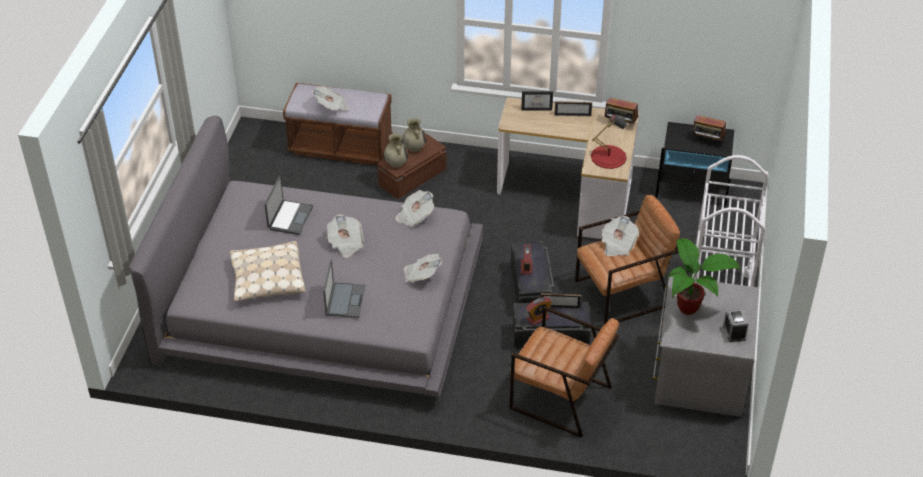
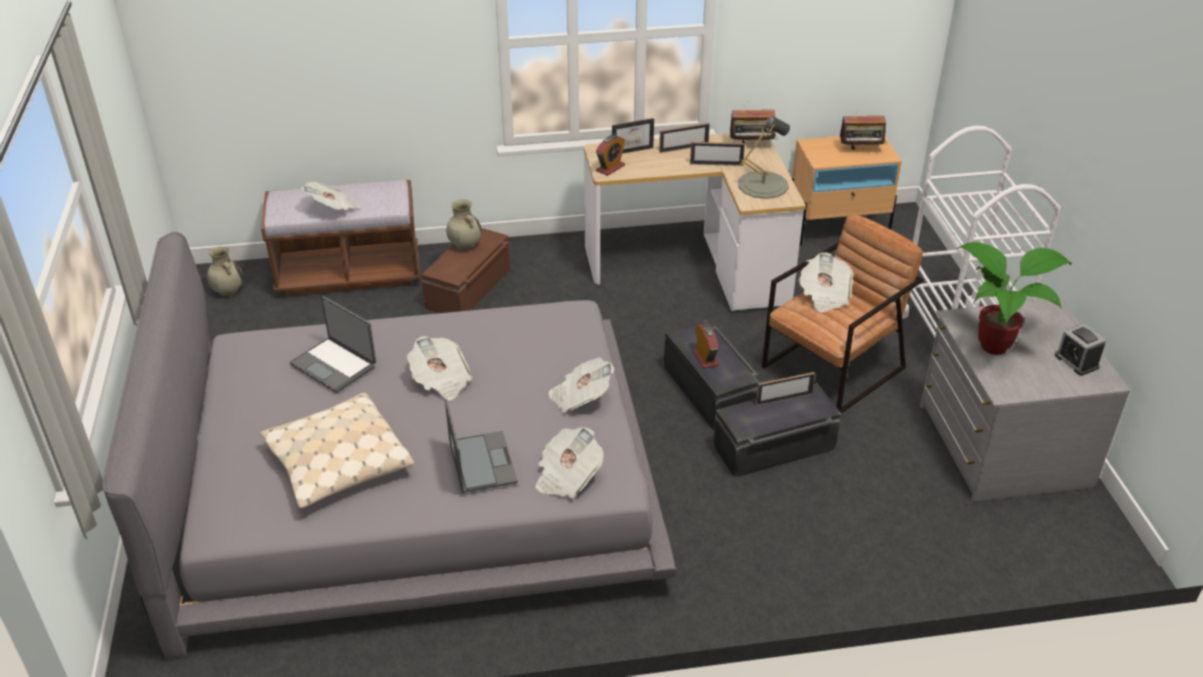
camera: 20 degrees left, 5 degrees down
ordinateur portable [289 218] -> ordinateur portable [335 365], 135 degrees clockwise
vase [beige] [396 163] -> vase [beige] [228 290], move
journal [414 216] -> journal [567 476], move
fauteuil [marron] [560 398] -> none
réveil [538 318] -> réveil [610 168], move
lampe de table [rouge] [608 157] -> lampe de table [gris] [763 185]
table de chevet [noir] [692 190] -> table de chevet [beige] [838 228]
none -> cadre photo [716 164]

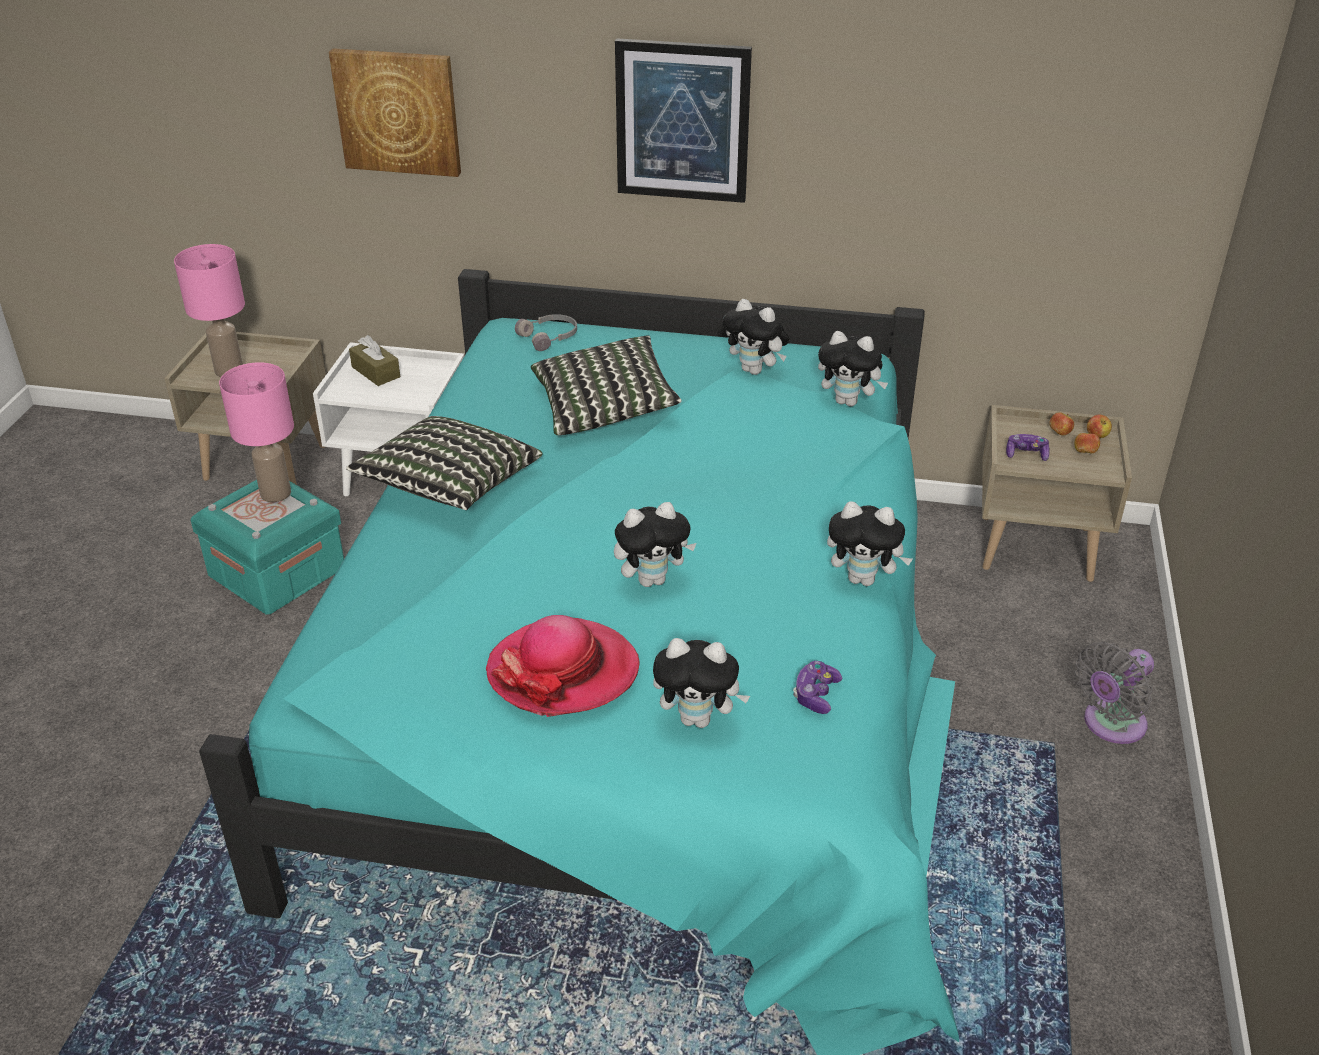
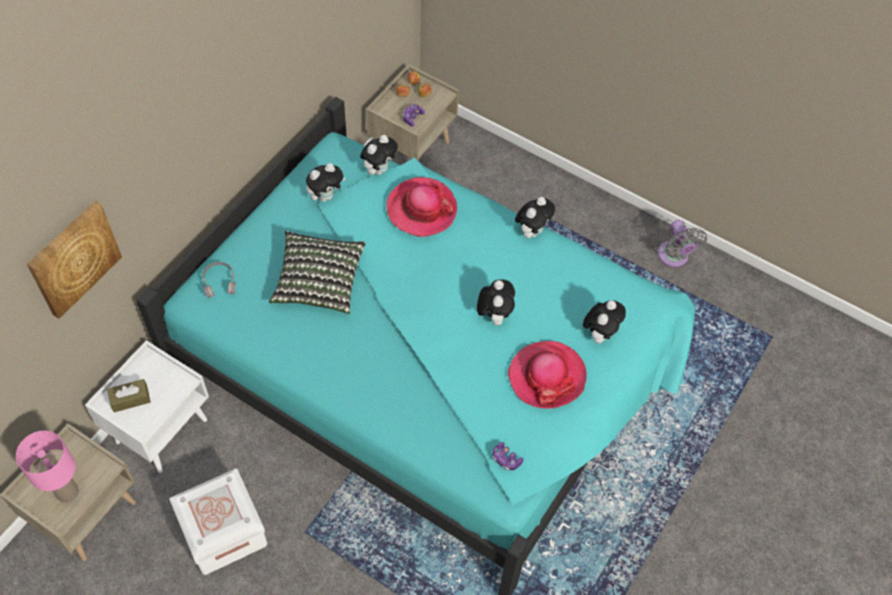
camera: 70 degrees left, 20 degrees up
boîte de rangement [turquoise] [277 572] -> boîte de rangement [blanc] [223 531]
lampe de table [rose] [274 493] -> none
coussin [449 486] -> none
tableau [682 121] -> none
manette [816 695] -> manette [506 459], move
ventilateur [gris] [1110 725] -> ventilateur [gris] [674 257], move
none -> chapeau [421 209]

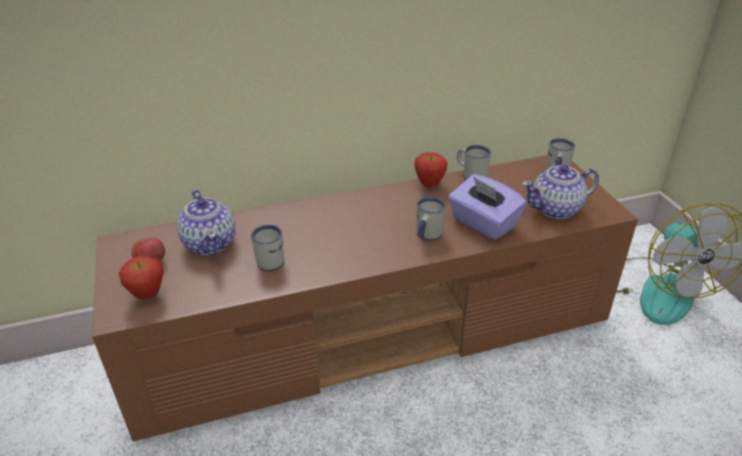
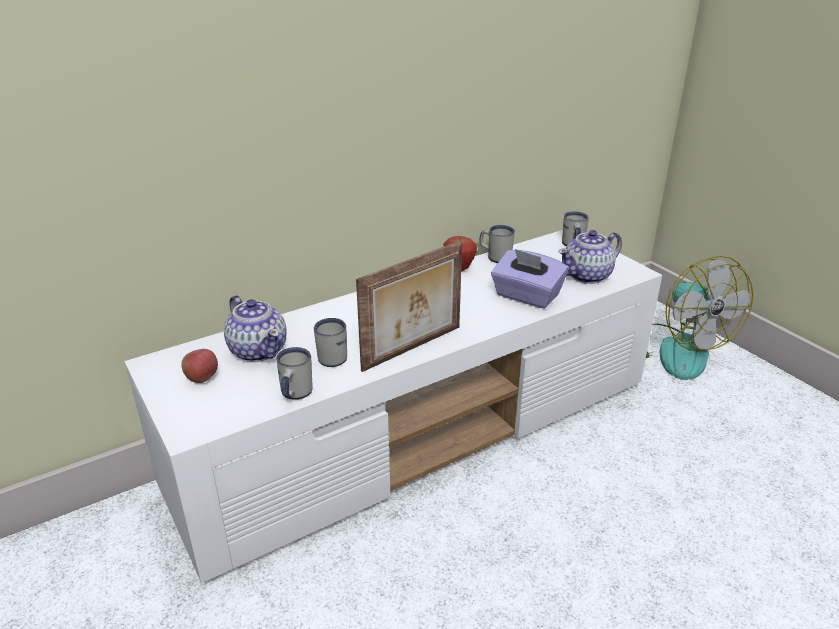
camera: 15 degrees left, 5 degrees down
meuble télé [marron] [374 333] -> meuble télé [blanc] [421 432]
pomme [148 295] -> none
mug [blanc] [427 236] -> mug [blanc] [294 394], move
none -> cadre photo [413 349]

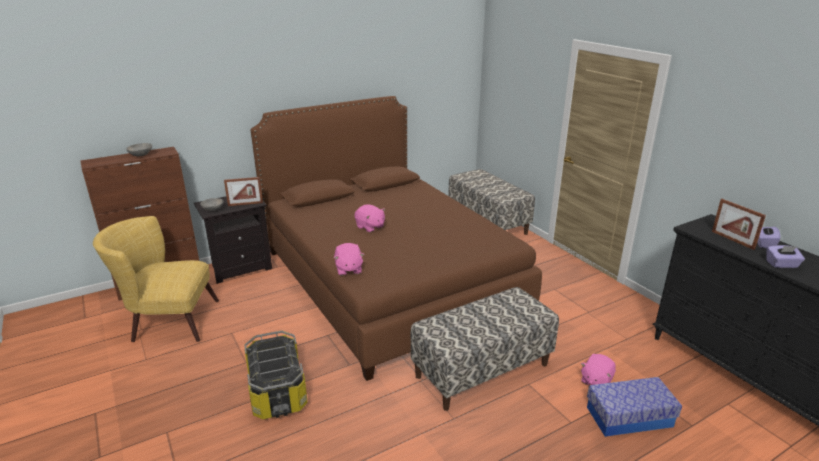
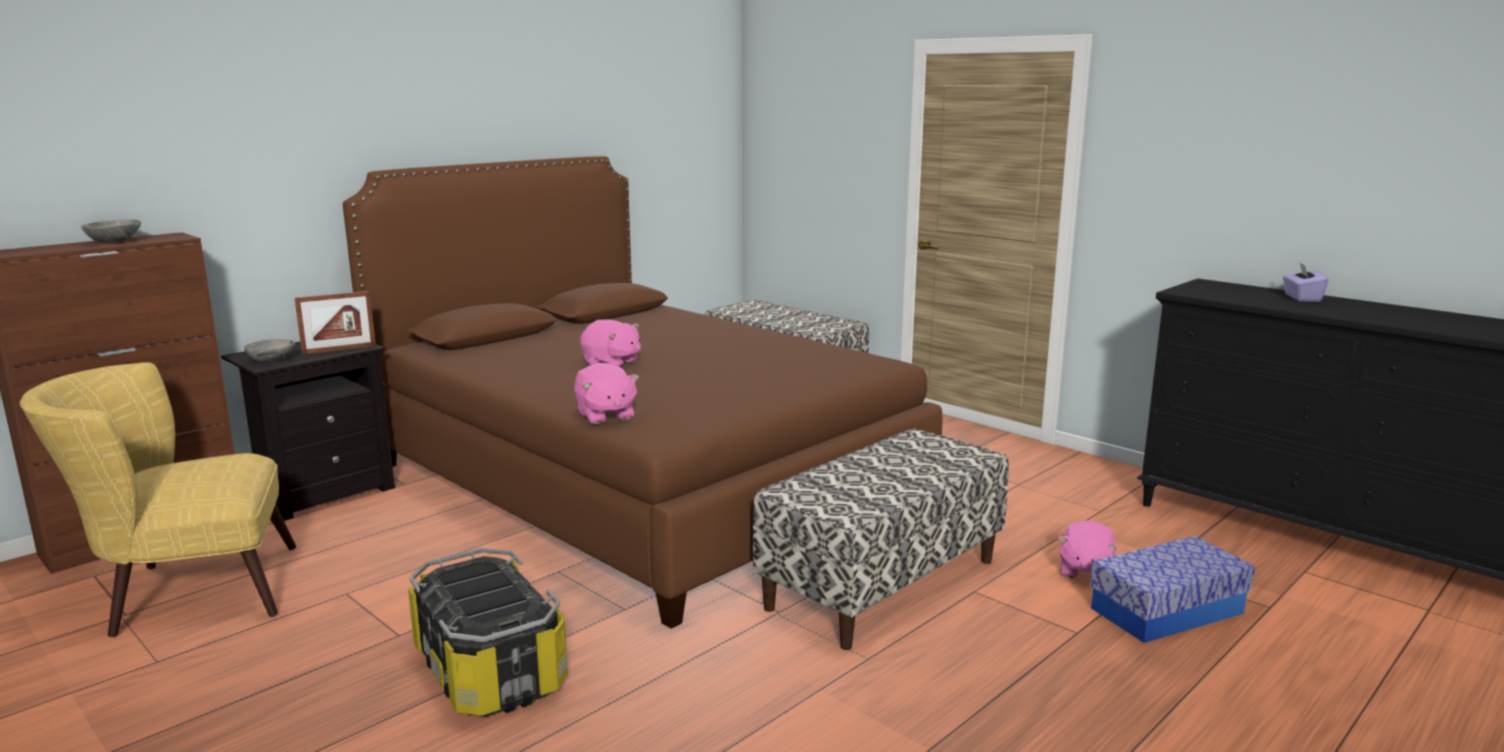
camera: 15 degrees left, 10 degrees down
cadre photo [732 240] -> none
boîte à mouchoirs [violet] [781 264] -> none

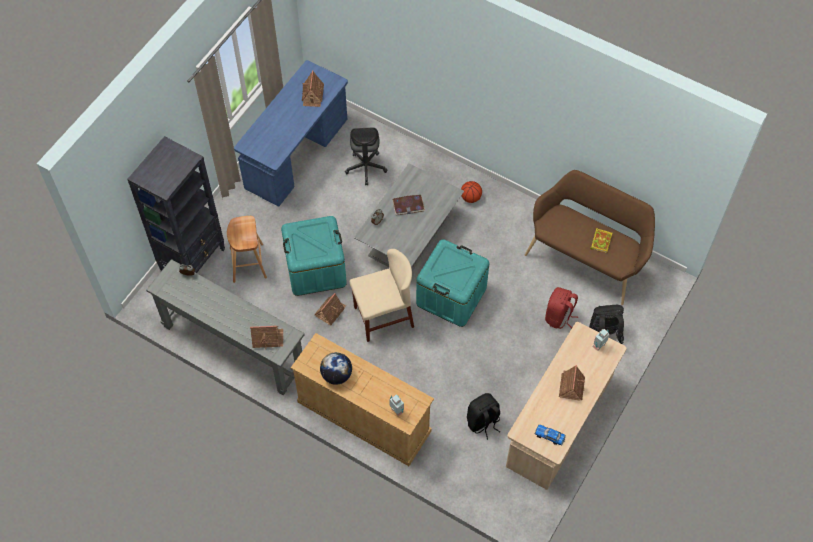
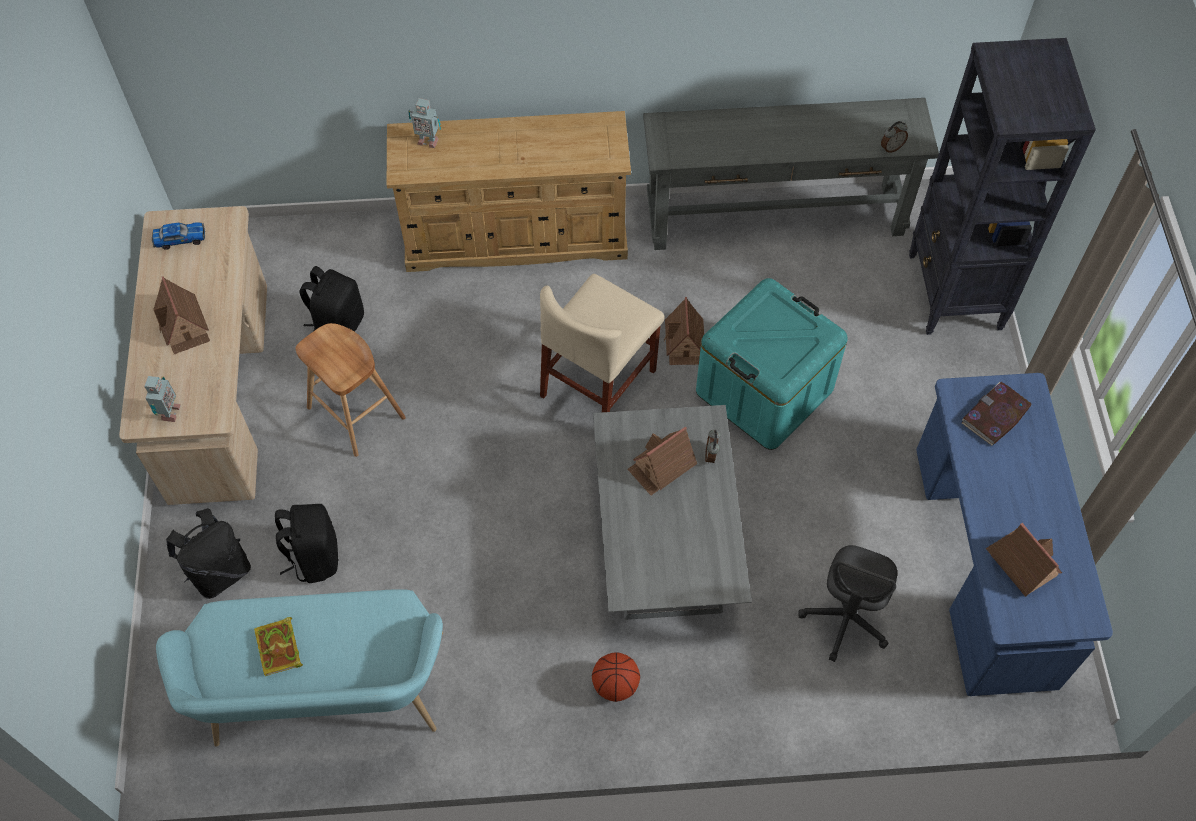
camera: 145 degrees right, 0 degrees up
tabouret [marron] [248 263] -> tabouret [marron] [355 412], move
maison miniature [267 338] -> maison miniature [661 466], move
globe [336 375] -> none
chaise de bureau [gris] [366 168] -> chaise de bureau [gris] [845 620], 120 degrees counterclockwise
livre [408 205] -> livre [995 415], move
boîte de rangement [turquoise] [451 296] -> none
banc [marron] [586 258] -> banc [turquoise] [326 699]
sac à dos [rouge] [559 317] -> sac à dos [noir] [314 556]

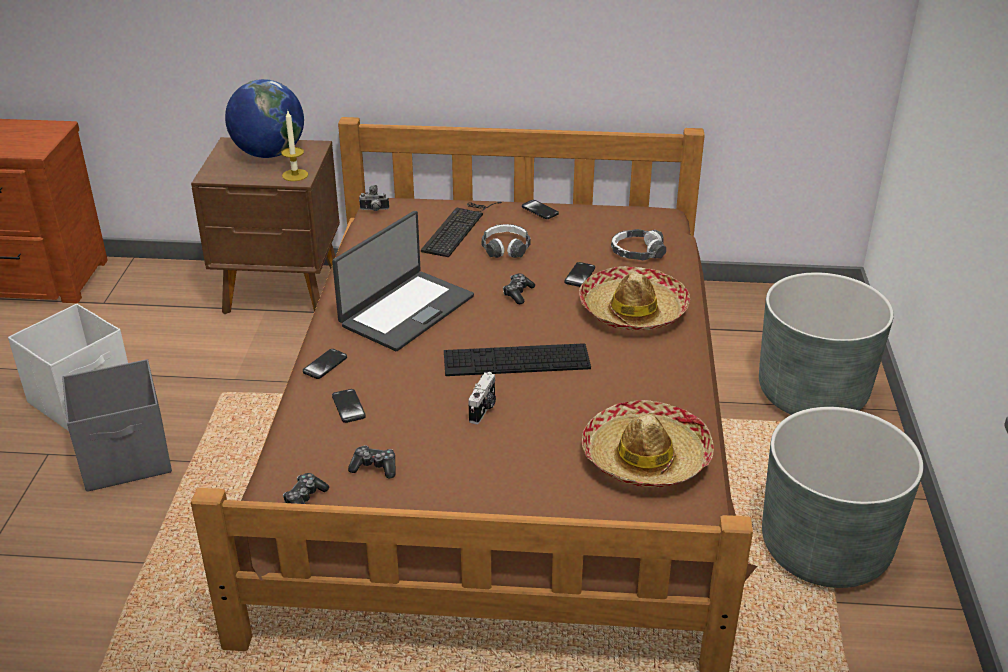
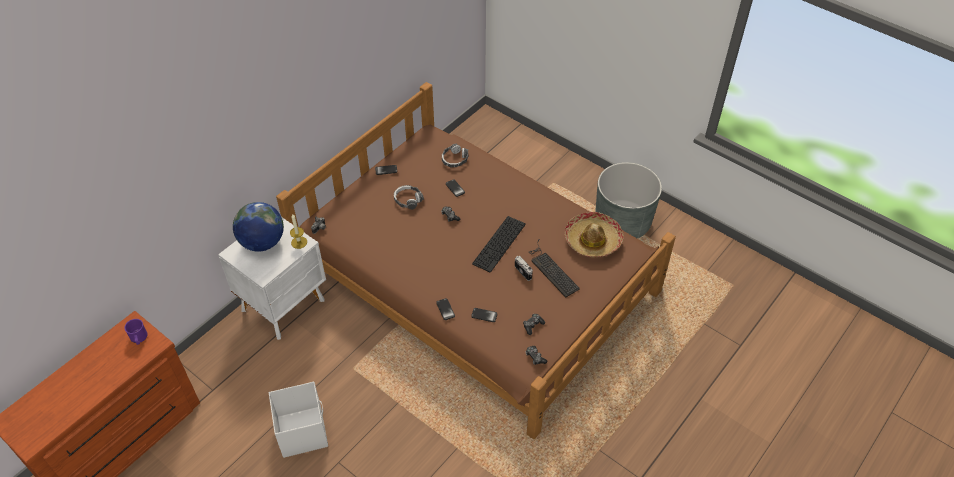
camera: 55 degrees left, 15 degrees up
boîte de rangement [gris] [127 458] -> none
table de chevet [marron] [283 293] -> table de chevet [blanc] [285 305]
ordinateur portable [405 310] -> none
clavier [459 227] -> clavier [551 269], move
chapeau [632 311] -> none
cache-pot [gris] [812 394] -> none
none -> mug [violet] [139 338]

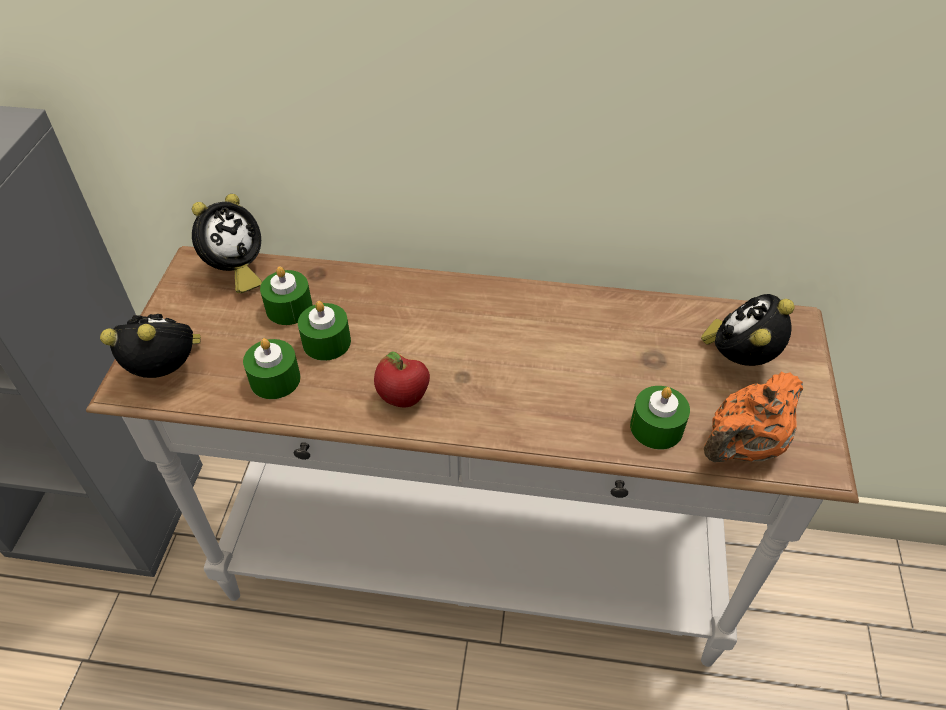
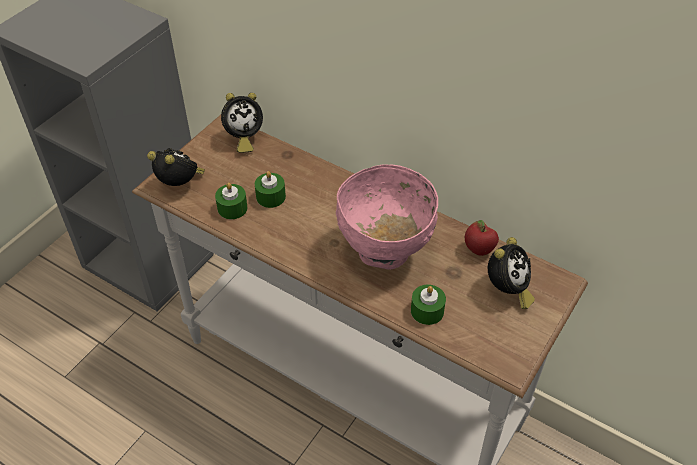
camera: 25 degrees right, 0 degrees up
bougie [vert] [289 308] -> none
pomme [402 399] -> pomme [478 250], move
réveil [738 358] -> réveil [507 291], 150 degrees clockwise
théière [orange] [743 446] -> none
none -> bol [rose] [385 252]

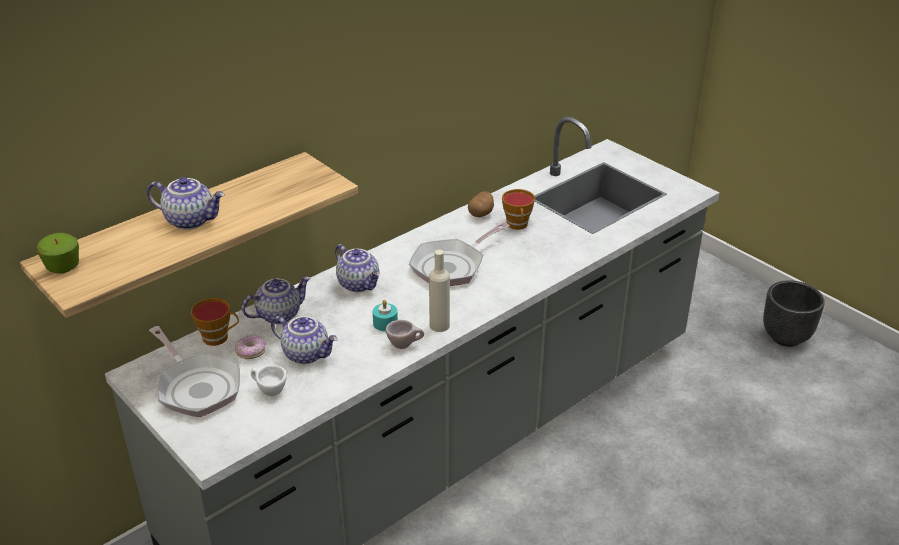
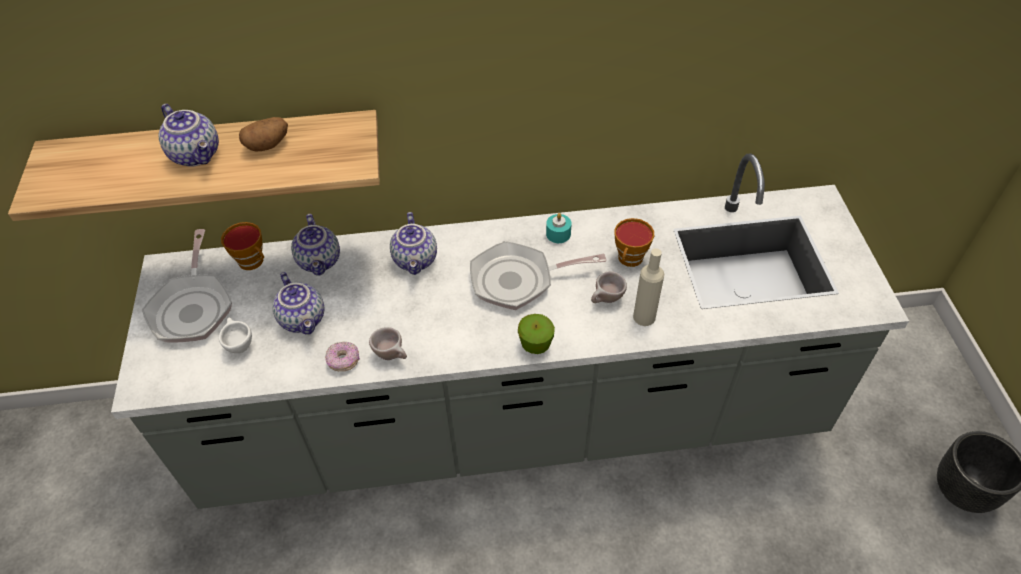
camera: 35 degrees right, 15 degrees up
pomme [63 267] -> pomme [535 343], move
beignet [251 353] -> beignet [343 361], move
théière [279 314] -> théière [320 261], 75 degrees clockwise
bougie [turquoise] [385 323] -> bougie [turquoise] [558 234], move
bouteille [beige] [439 325] -> bouteille [beige] [644 317], move
pomme de terre [481 213] -> pomme de terre [268 145], move
none -> tasse [beige] [606 300]

